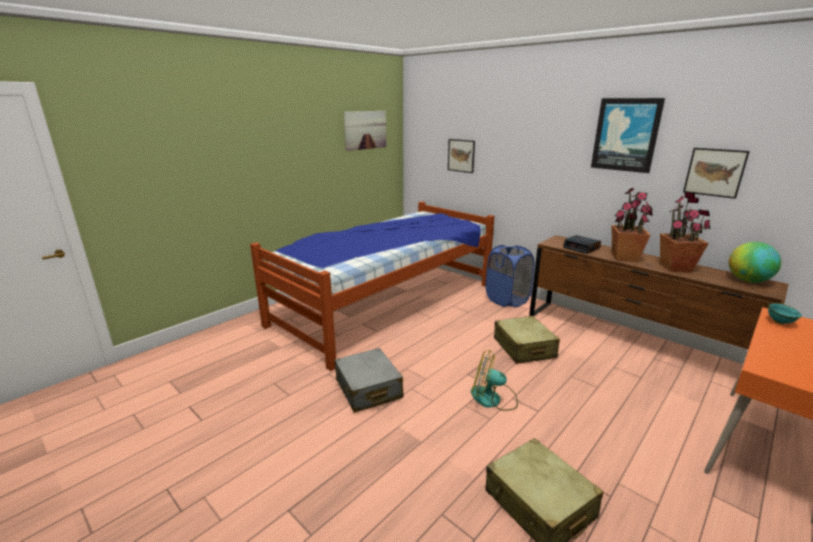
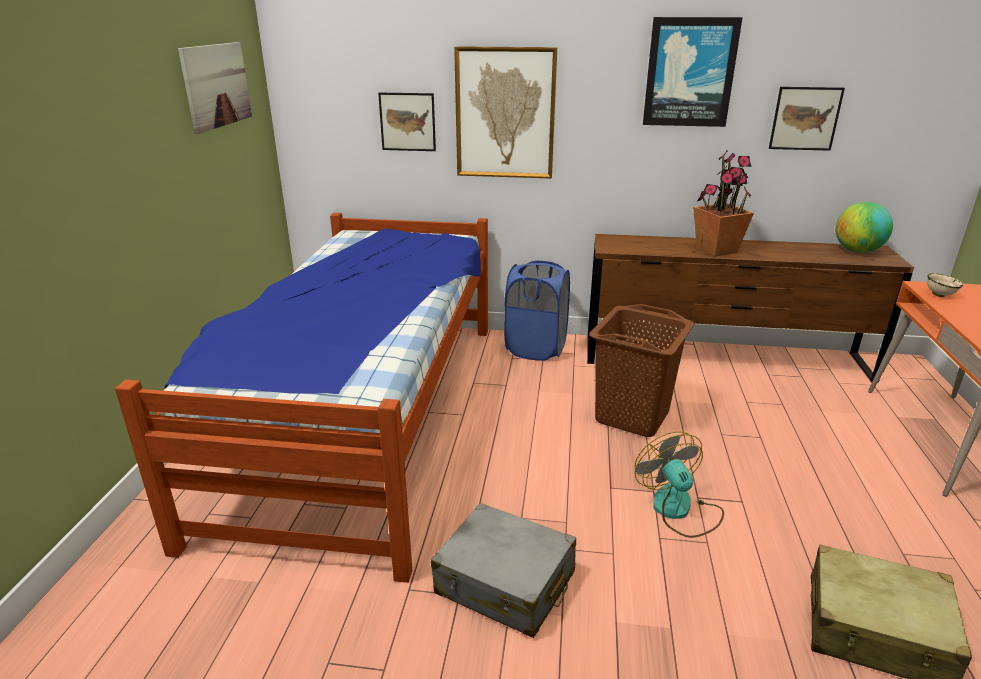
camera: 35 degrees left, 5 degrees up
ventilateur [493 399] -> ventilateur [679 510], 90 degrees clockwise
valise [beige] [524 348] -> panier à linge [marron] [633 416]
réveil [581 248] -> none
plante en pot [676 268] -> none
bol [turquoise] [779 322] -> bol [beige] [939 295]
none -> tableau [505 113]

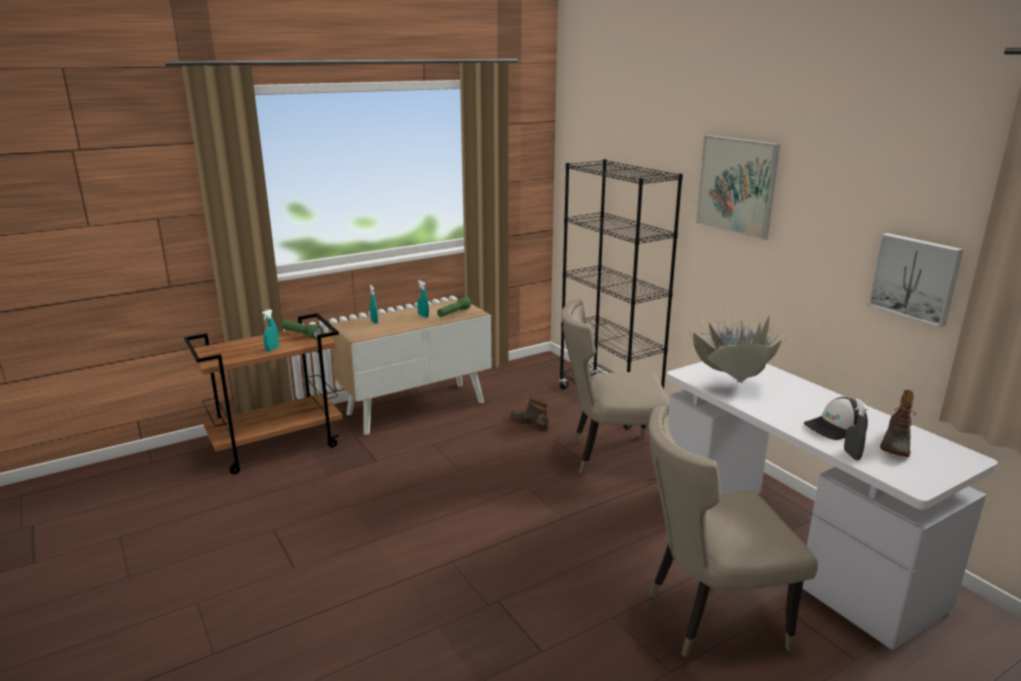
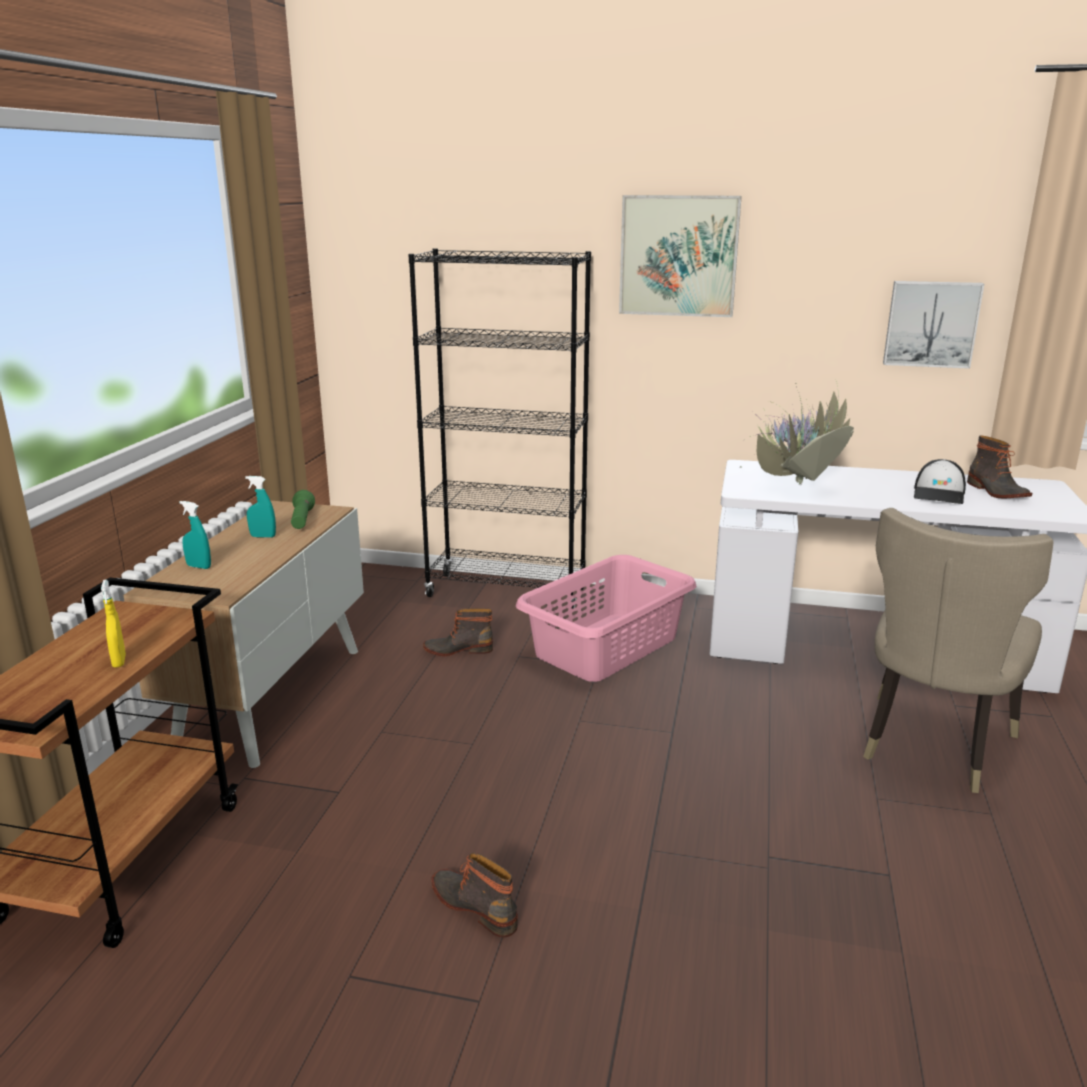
camera: 45 degrees left, 0 degrees up
vaporisateur [turquoise] [272 349] -> vaporisateur [jaune] [119 661]
lampe de poche [vert] [301 335] -> none
chaise [beige] [610 456] -> panier à linge [rose] [605 646]
vaporisateur [gris] [851 455] -> none
none -> botte [476 906]

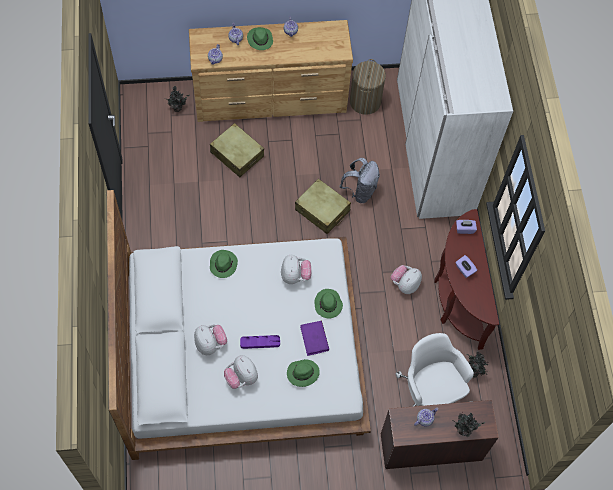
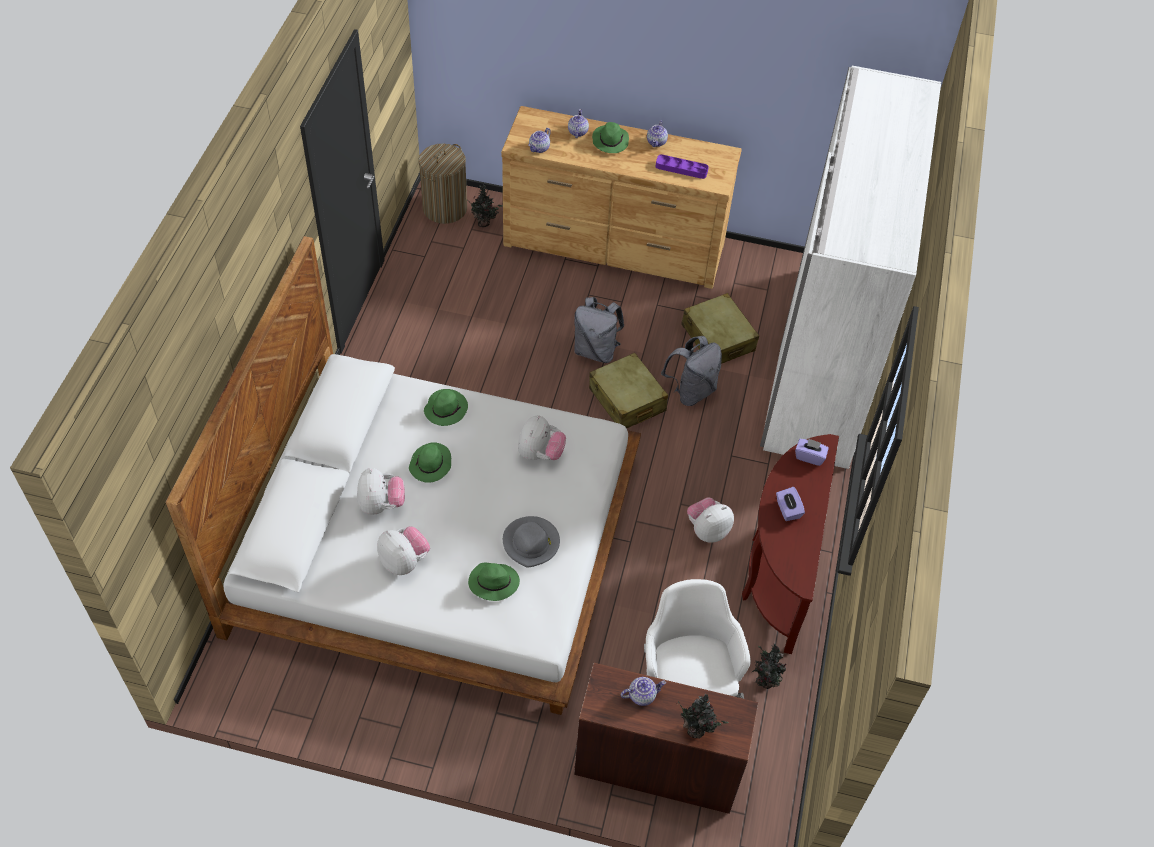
camera: 20 degrees right, 10 degrees down
valise [beige] [237 154] -> valise [beige] [718 338], move
peluche [241 377] -> peluche [404 561], 150 degrees clockwise
plateau [violet] [260 342] -> plateau [violet] [681 169], move
livre [violet] [314 339] -> chapeau [gris] [531 543]
chapeau [vert] [328 305] -> chapeau [vert] [430 465], move
panier à linge [365 101] -> panier à linge [445 208], move
none -> sac à dos [gris] [596 350]

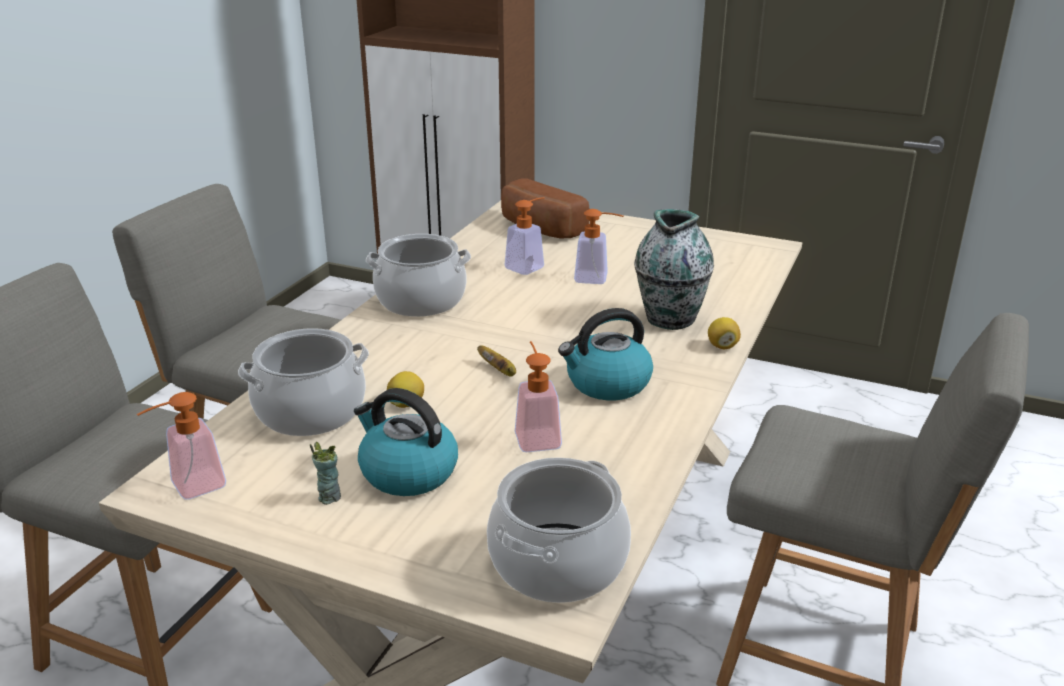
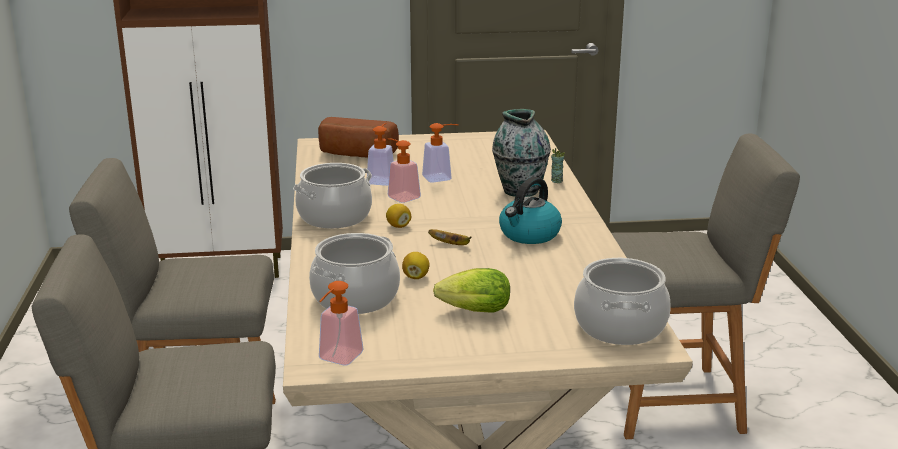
camera: 30 degrees left, 5 degrees down
tasse [329 497] -> tasse [556 181], move
bouilloire [407 472] -> laitue [471 311]
distributeur de savon [536 436] -> distributeur de savon [400 196], move
citron [722 346] -> citron [398 226], move

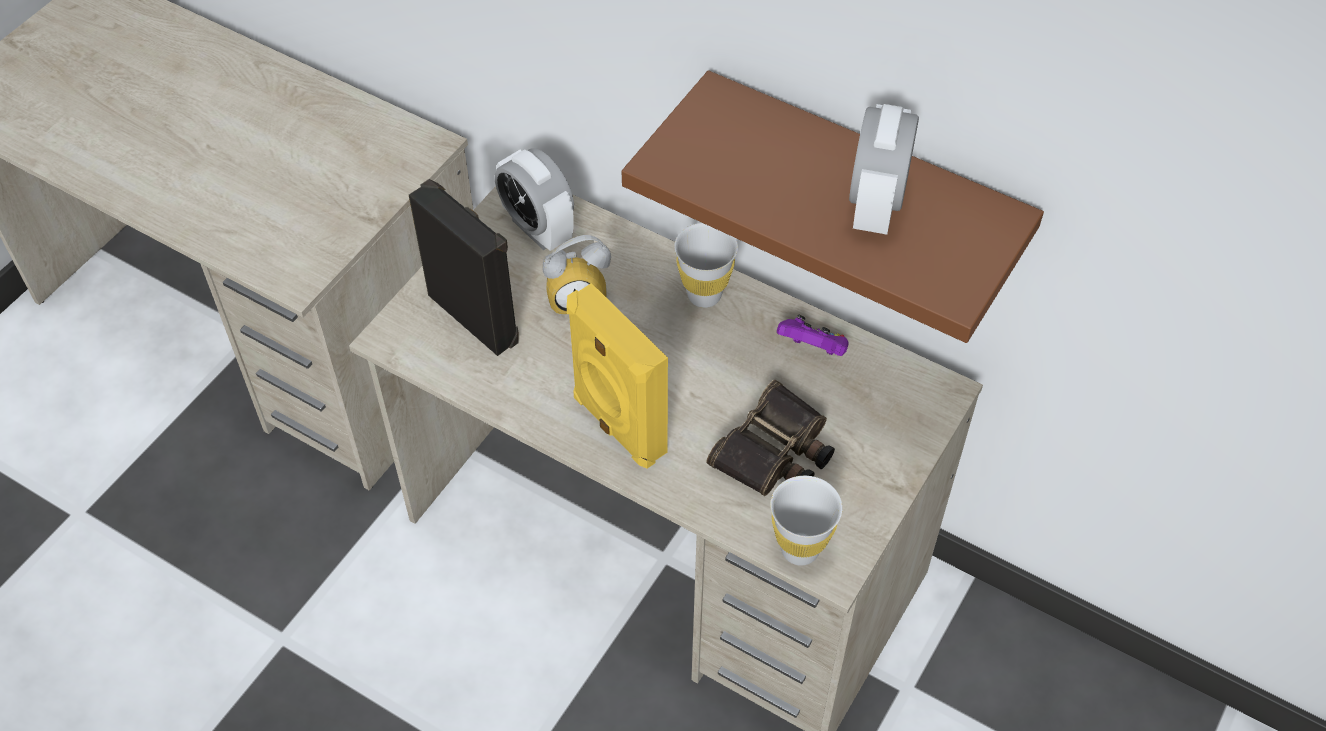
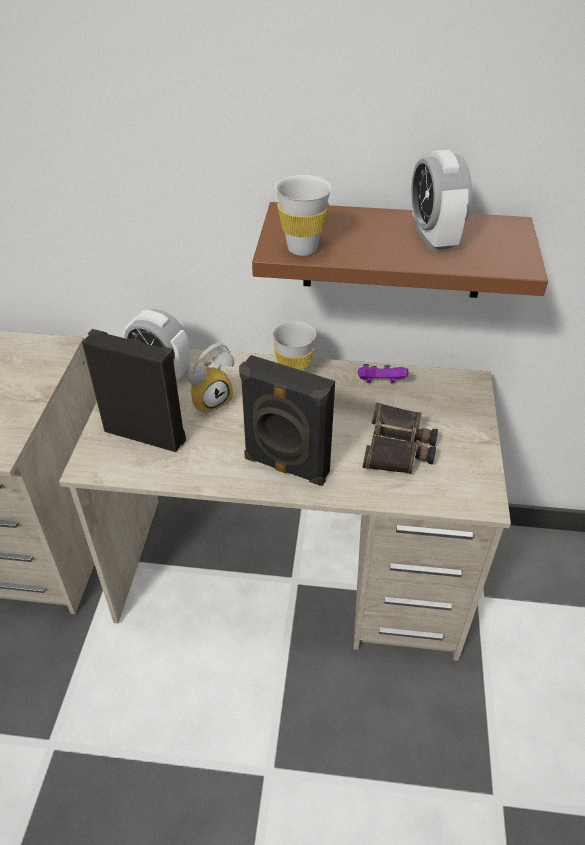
camera: 25 degrees left, 10 degrees down
enceinte [jaune] [617 426] -> enceinte [noir] [285 467]
tasse [blanc] [800 549] -> tasse [blanc] [302 249], move

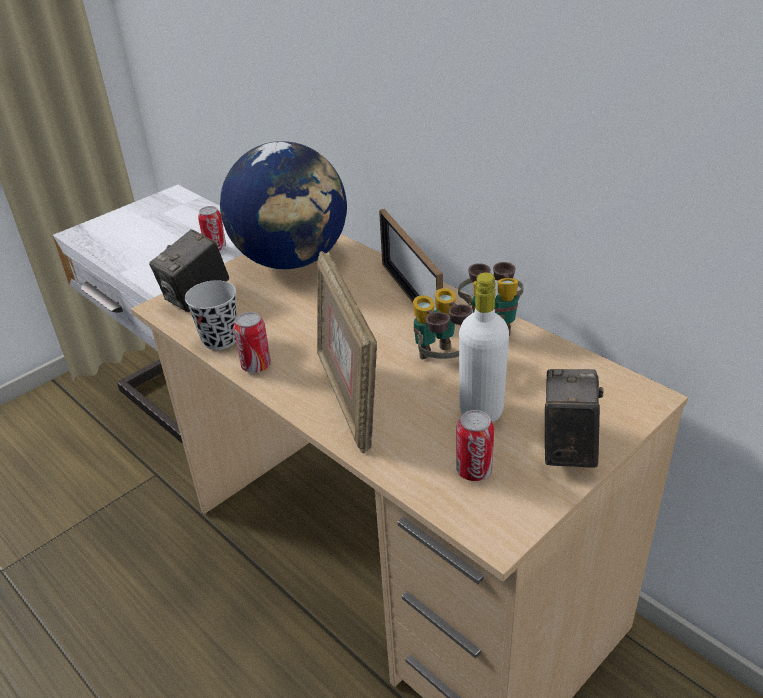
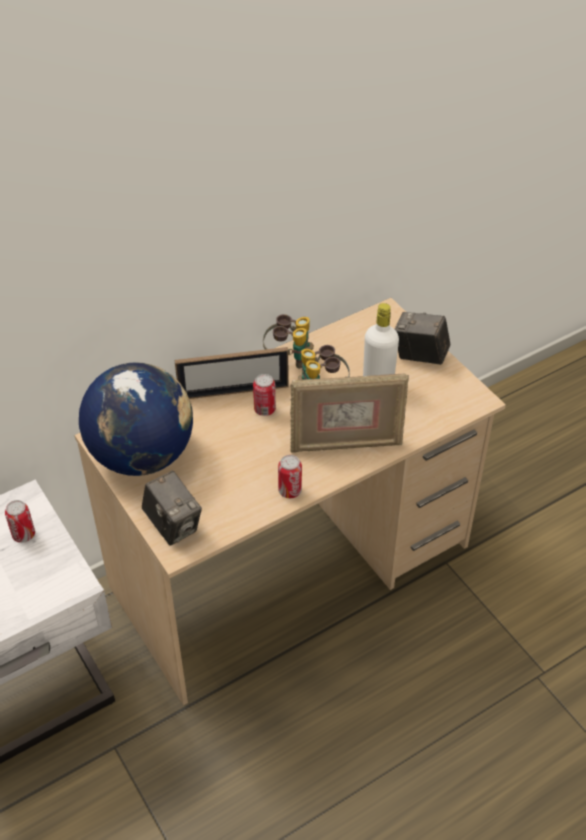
camera: 80 degrees left, 10 degrees up
tasse [noir] [220 340] -> none
boîte métallique [474 471] -> boîte métallique [264 409], move

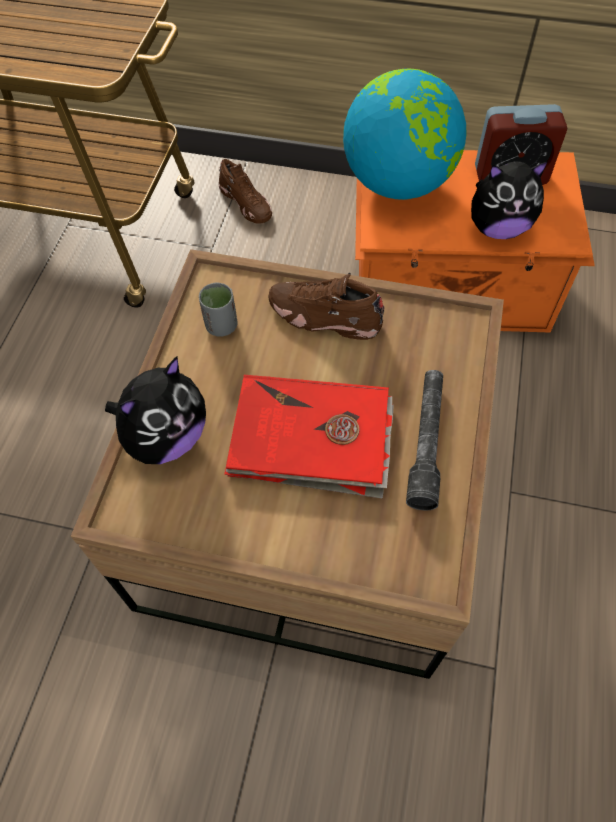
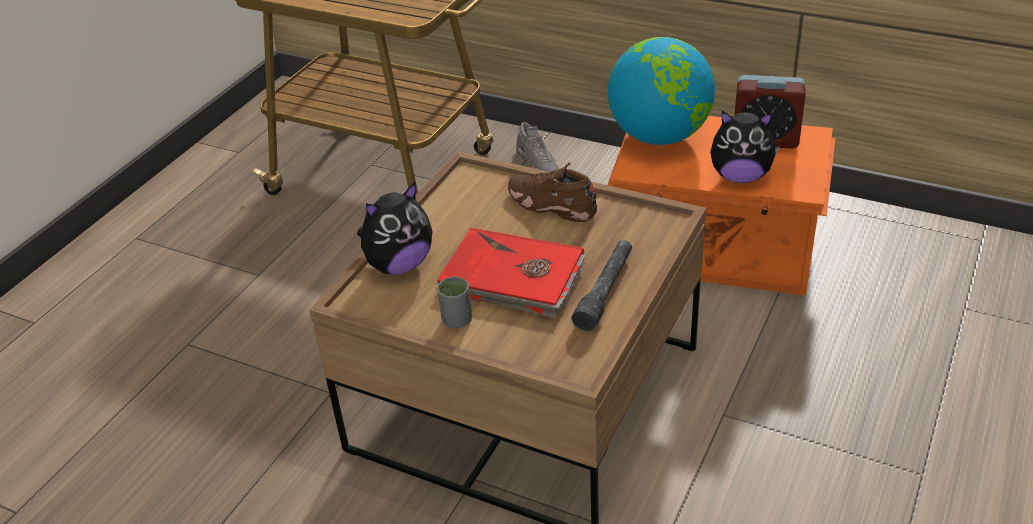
camera: 15 degrees right, 20 degrees down
tasse [gris] [221 326] -> tasse [gris] [457 320], move
chaussure [marron] [246 203] -> chaussure [gris] [538 164]

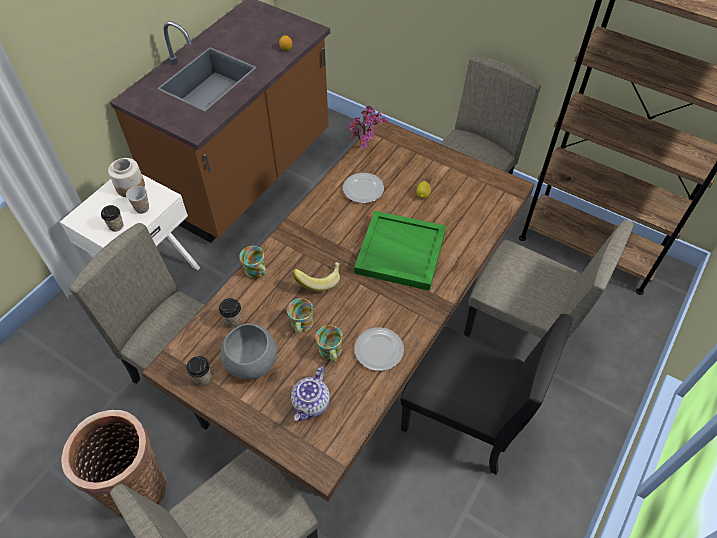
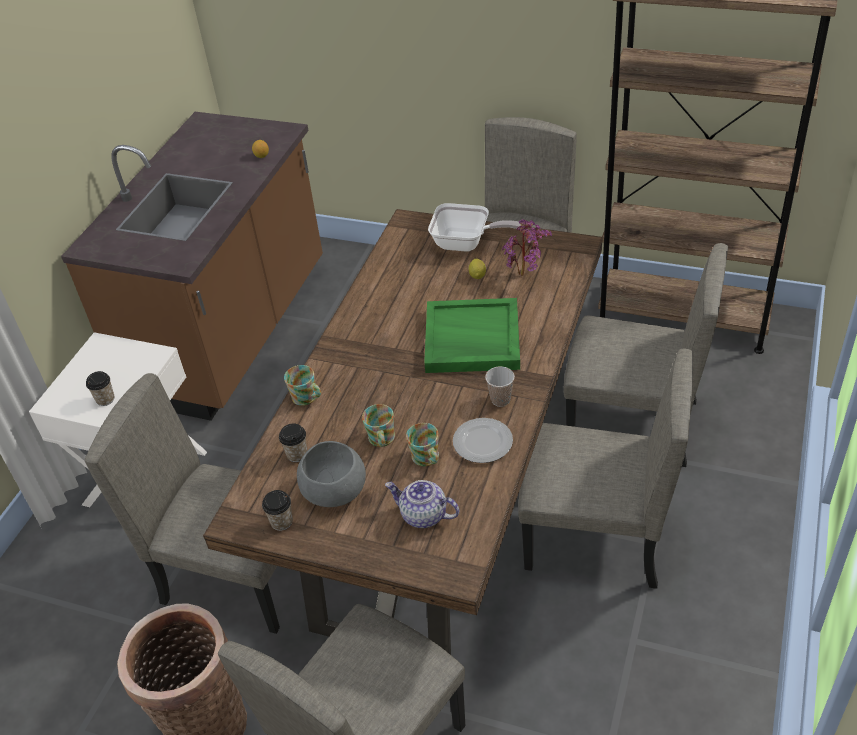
camera: 10 degrees left, 10 degrees down
bocal [130 186] -> none
tasse [142 208] -> tasse [500 400], move
théière [311 404] -> théière [423 515], 105 degrees clockwise
banane [319 280] -> none
assiette [363 189] -> none
plante en pot [366 148] -> plante en pot [526 275], move
chaise [noir] [462 418] -> chaise [beige] [595 538]
none -> poêle [467 243]

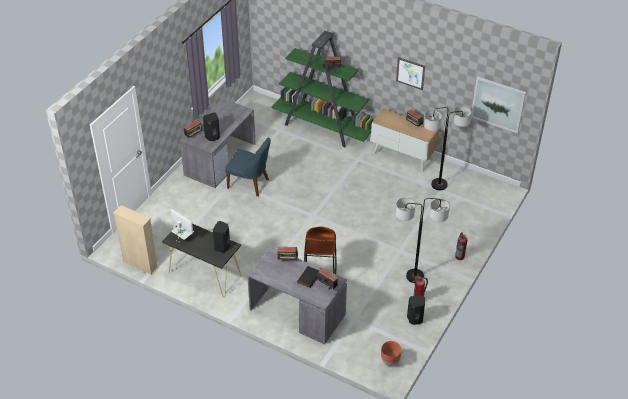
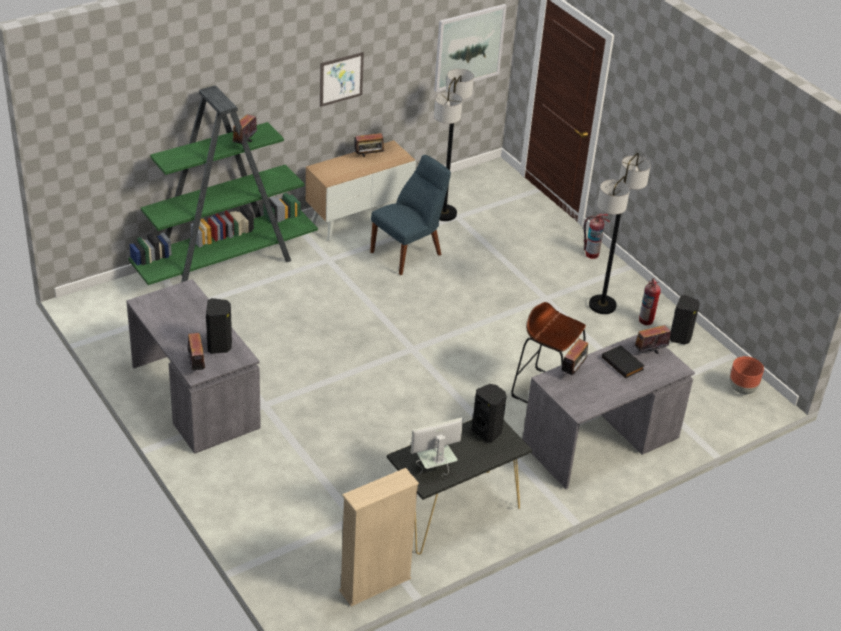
camera: 65 degrees left, 5 degrees down
chaise [bleu] [250 184] -> chaise [bleu] [409 252], move

